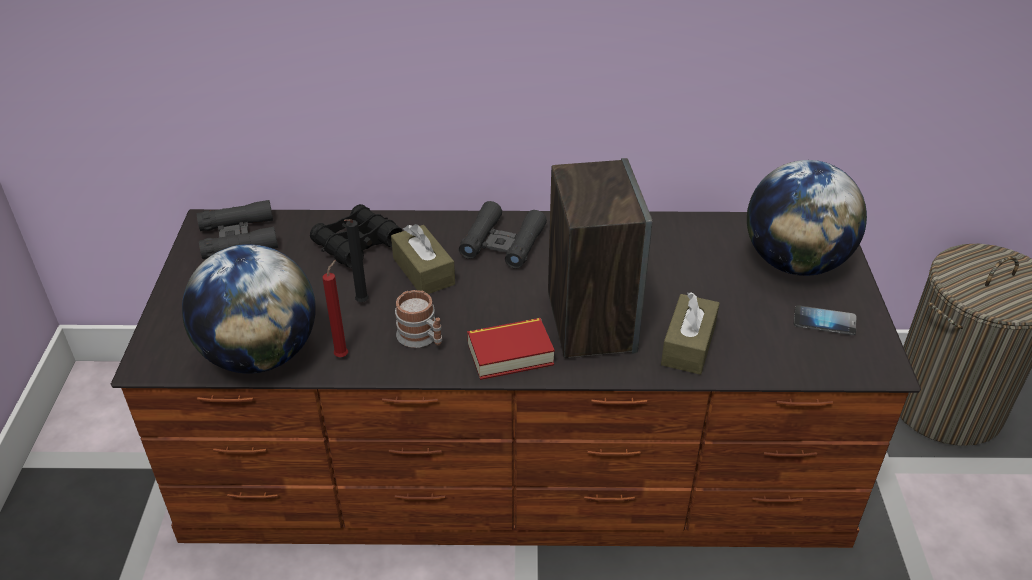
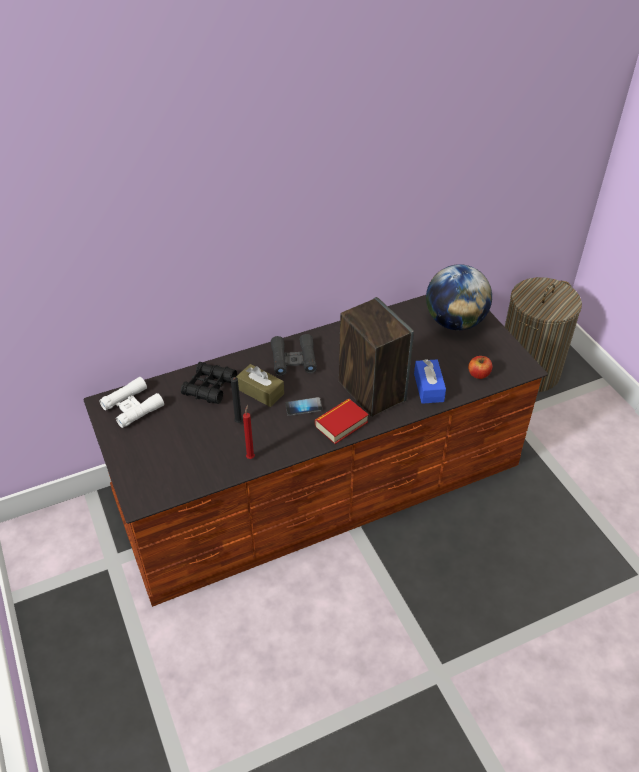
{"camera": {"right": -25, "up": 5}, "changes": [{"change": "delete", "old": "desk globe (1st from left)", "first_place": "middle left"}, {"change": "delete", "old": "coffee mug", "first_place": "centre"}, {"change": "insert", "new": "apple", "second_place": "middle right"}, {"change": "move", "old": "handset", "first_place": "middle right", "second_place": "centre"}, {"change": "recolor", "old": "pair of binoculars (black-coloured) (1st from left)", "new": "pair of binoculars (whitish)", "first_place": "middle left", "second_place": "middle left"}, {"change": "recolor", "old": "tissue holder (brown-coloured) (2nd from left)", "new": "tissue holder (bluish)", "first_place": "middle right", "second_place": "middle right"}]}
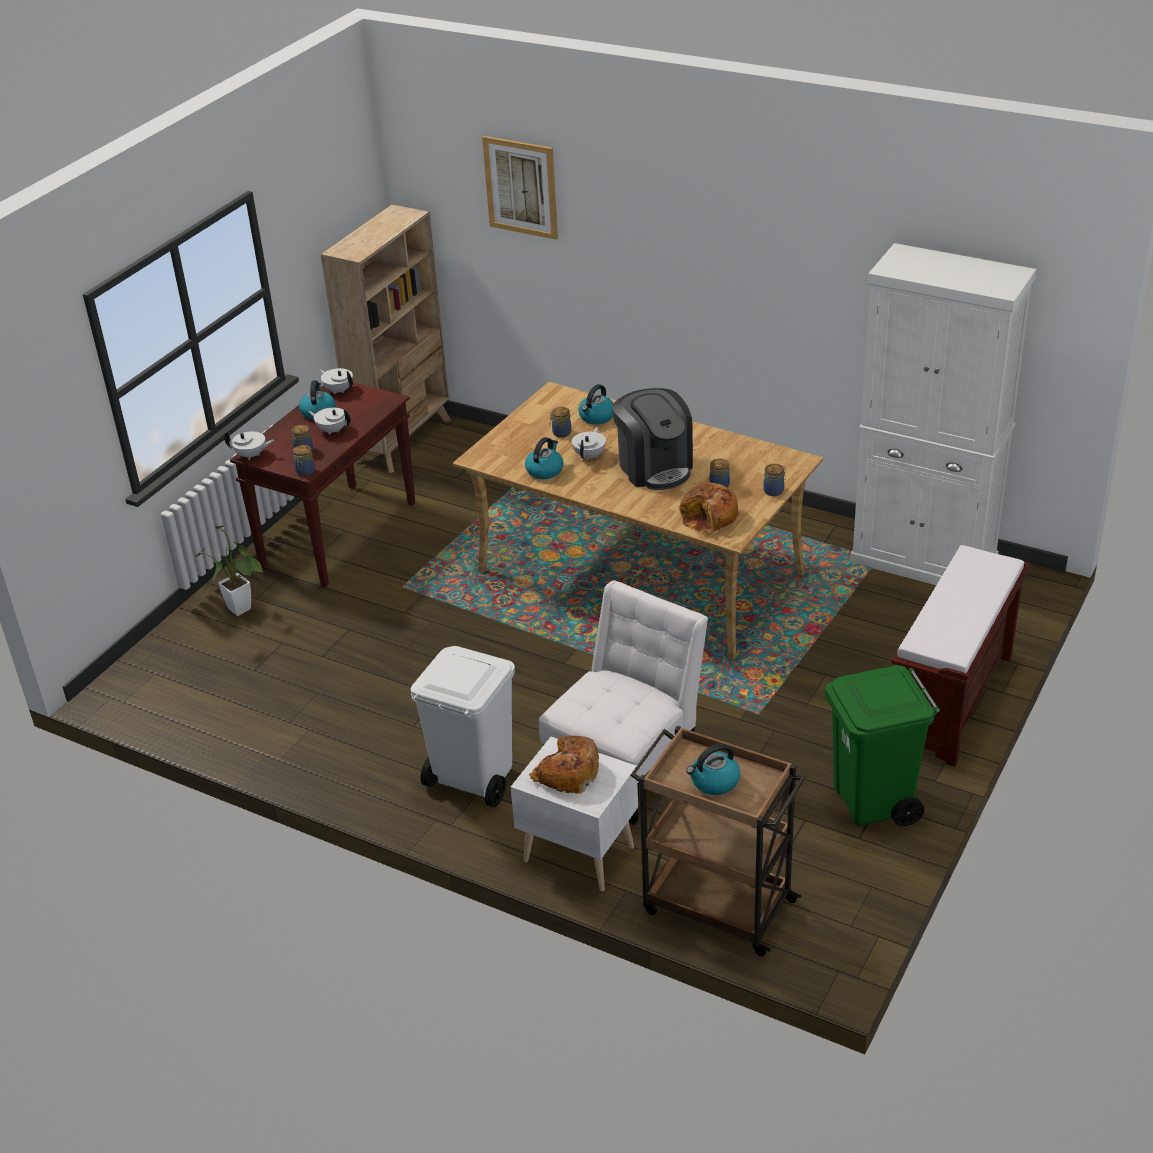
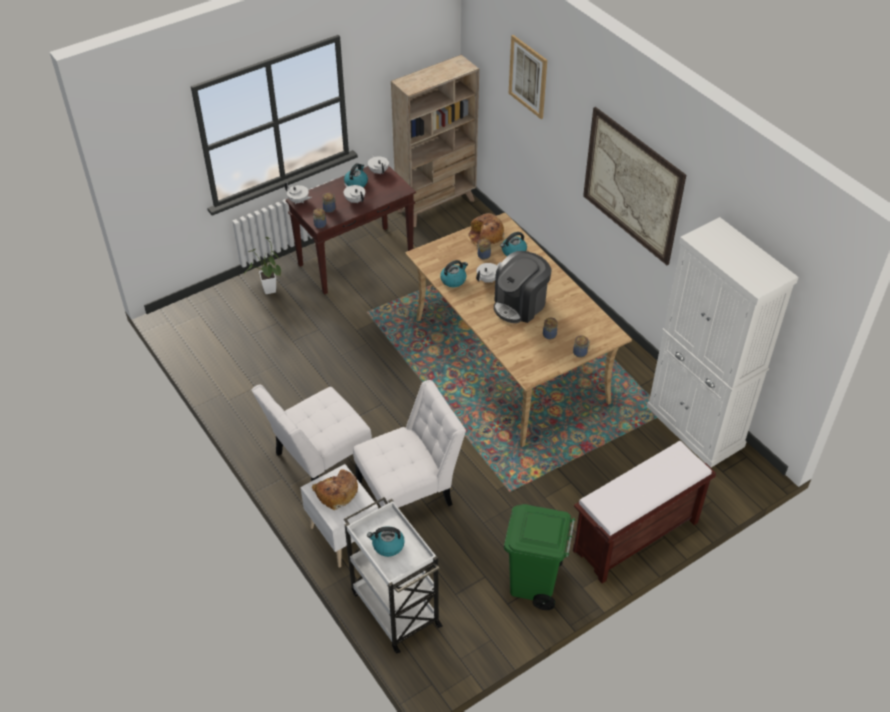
{"camera": {"right": 25, "up": 10}, "changes": [{"change": "insert", "new": "wall picture (2nd from left)", "second_place": "top right"}, {"change": "move", "old": "bread (2nd from left)", "first_place": "centre", "second_place": "top centre"}, {"change": "replace", "old": "rubbish bin (whitish)", "new": "plain chair (whitish) (1st from left)", "first_place": "centre", "second_place": "centre"}, {"change": "recolor", "old": "cart (brown-coloured)", "new": "cart (whitish)", "first_place": "bottom centre", "second_place": "bottom centre"}, {"change": "rotate", "old": "coffee machine", "first_place": "centre", "second_place": "centre", "degrees": 45}]}
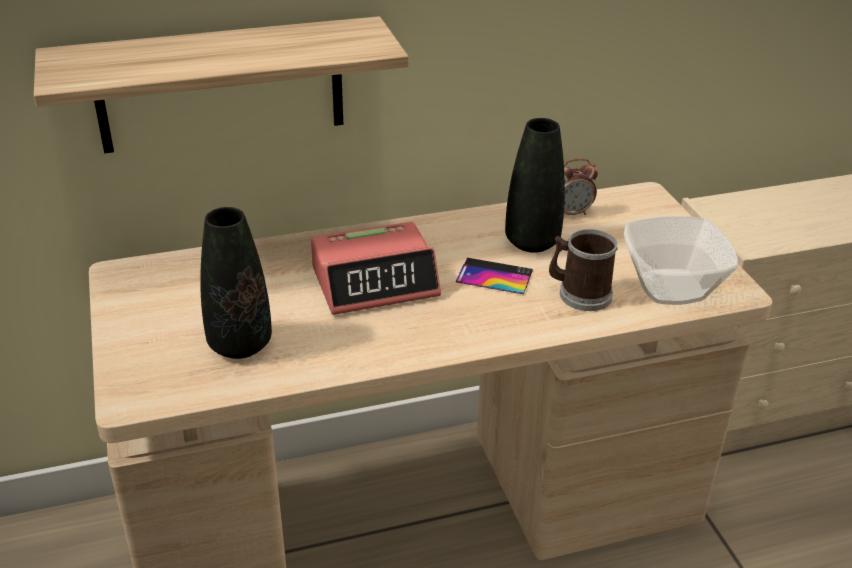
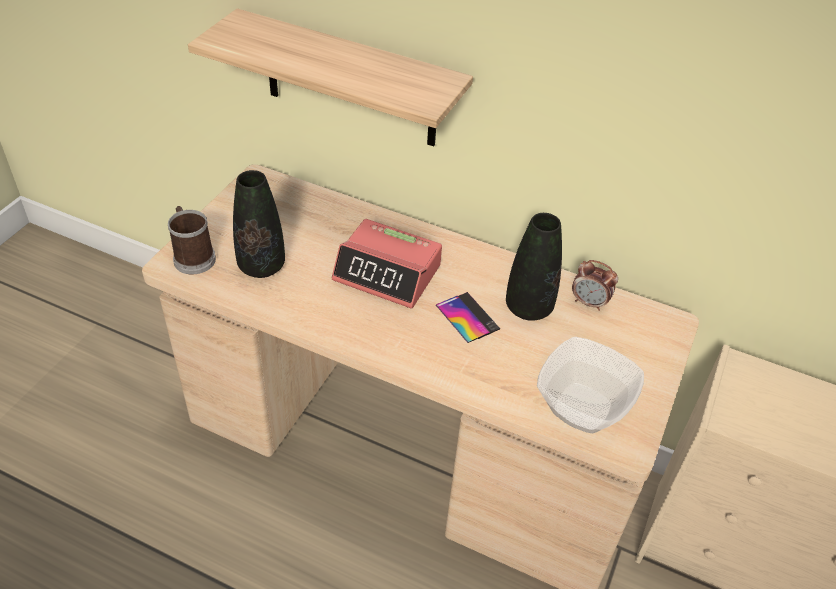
{"camera": {"right": 40, "up": 10}, "changes": [{"change": "move", "old": "coffee mug", "first_place": "middle right", "second_place": "middle left"}]}
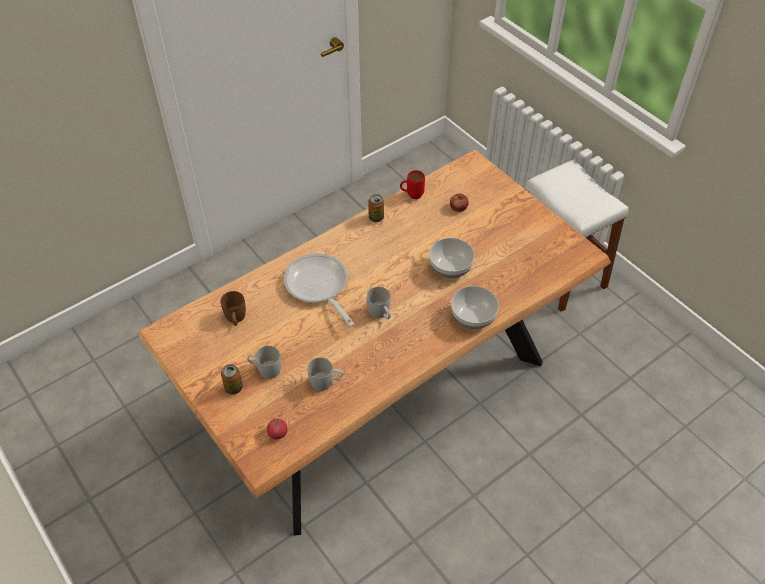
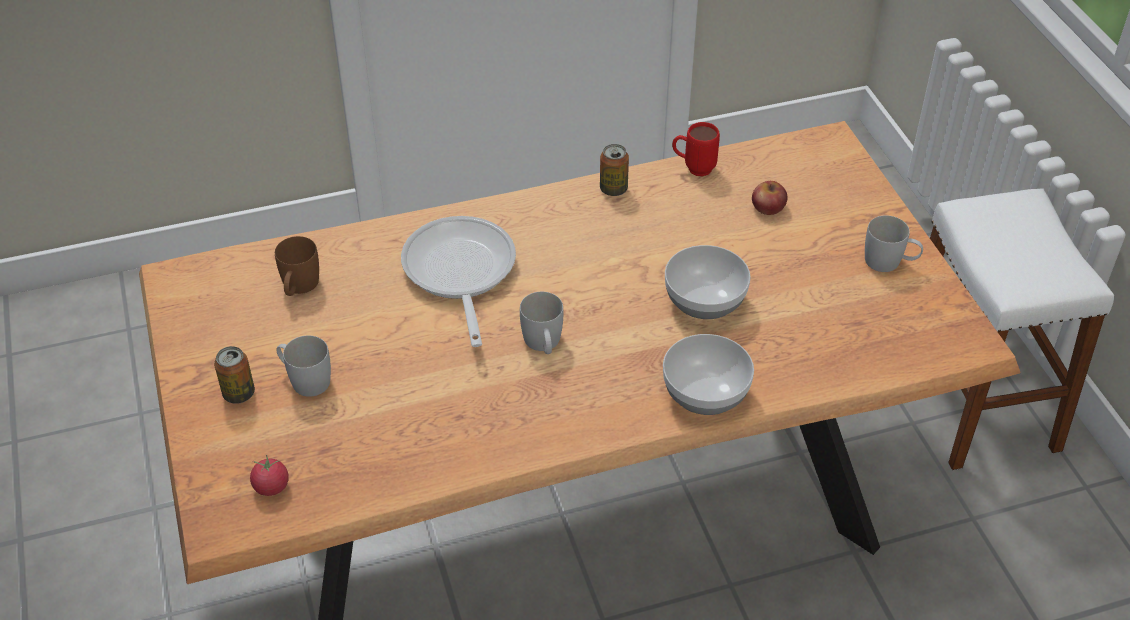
{"camera": {"right": 20, "up": -5}, "changes": [{"change": "move", "old": "coffee mug (whitish) (2nd from left in the first image)", "new": "coffee mug (whitish) (3rd from left)", "first_place": "centre", "second_place": "middle right"}]}
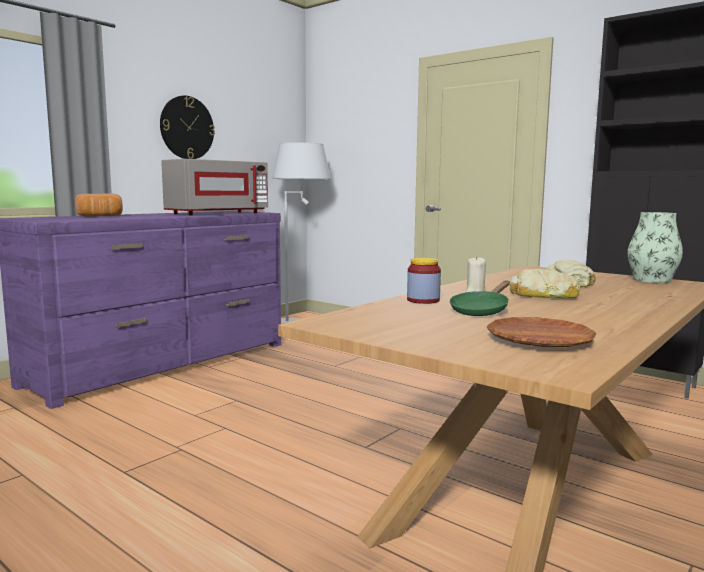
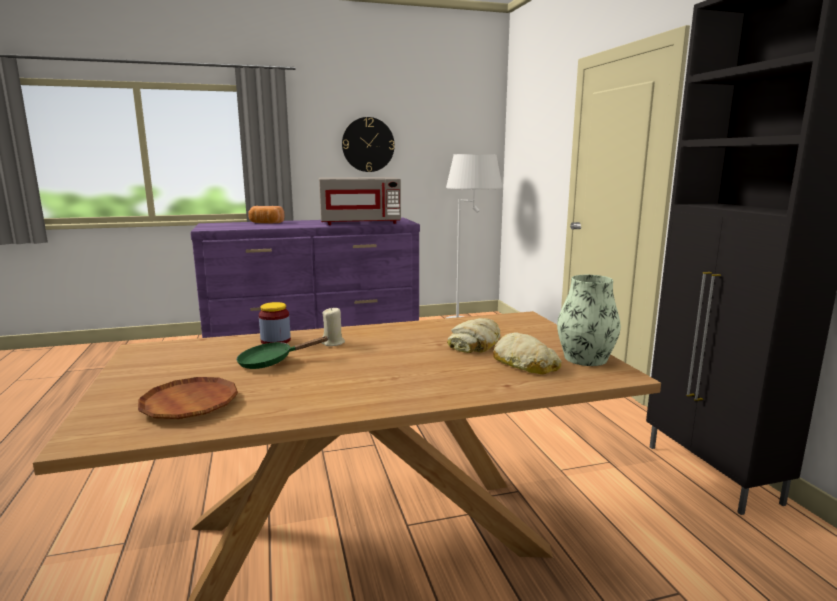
{"camera": {"right": 35, "up": 5}, "changes": [{"change": "move", "old": "bread (2nd from left in the first image)", "new": "bread (3rd from left)", "first_place": "middle right", "second_place": "centre"}]}
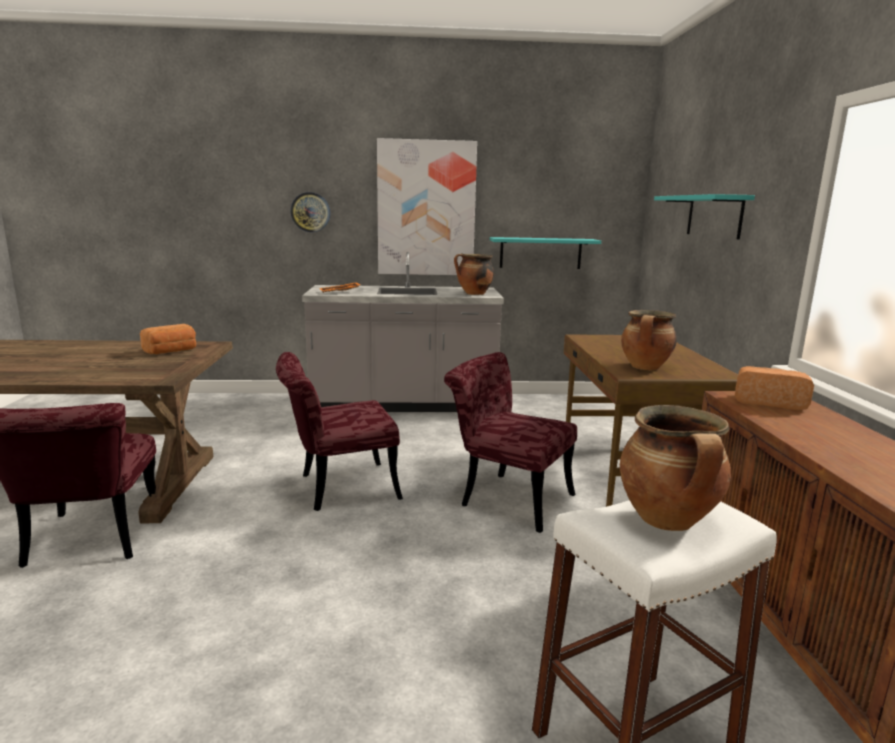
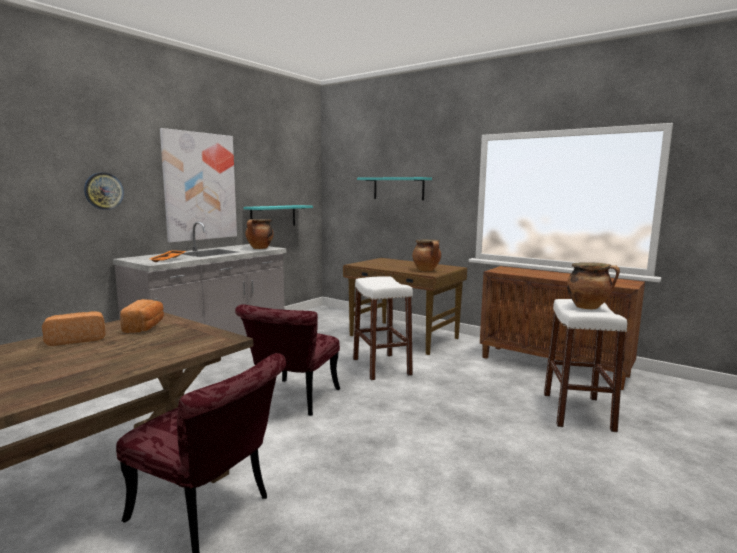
{"camera": {"right": -50, "up": -5}, "changes": [{"change": "move", "old": "bread (2nd from left in the first image)", "new": "bread (1st from left)", "first_place": "middle right", "second_place": "middle left"}, {"change": "replace", "old": "plain chair (reddish) (3rd from left)", "new": "stool seat (whitish) (1st from left)", "first_place": "centre", "second_place": "centre"}]}
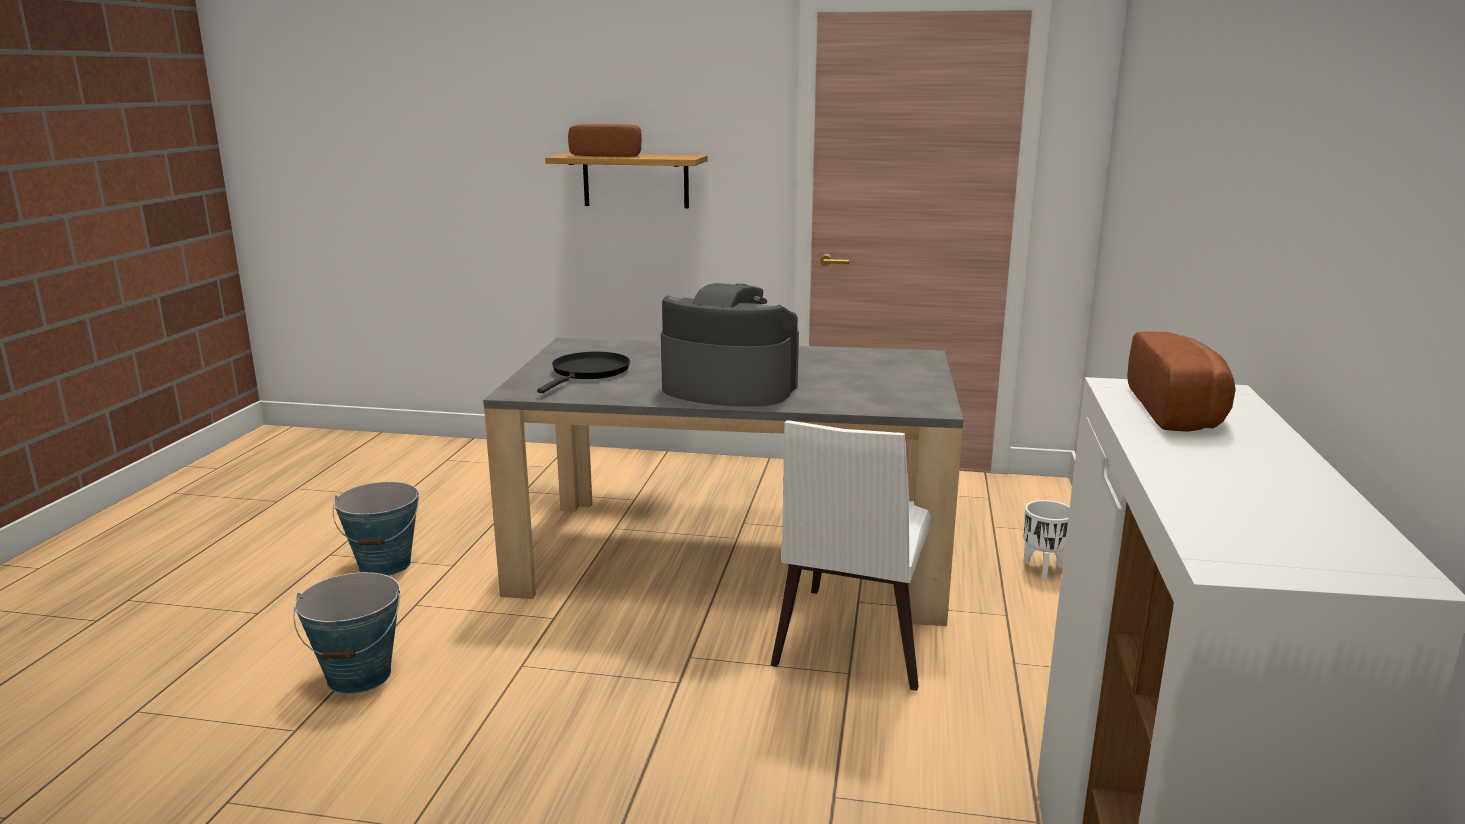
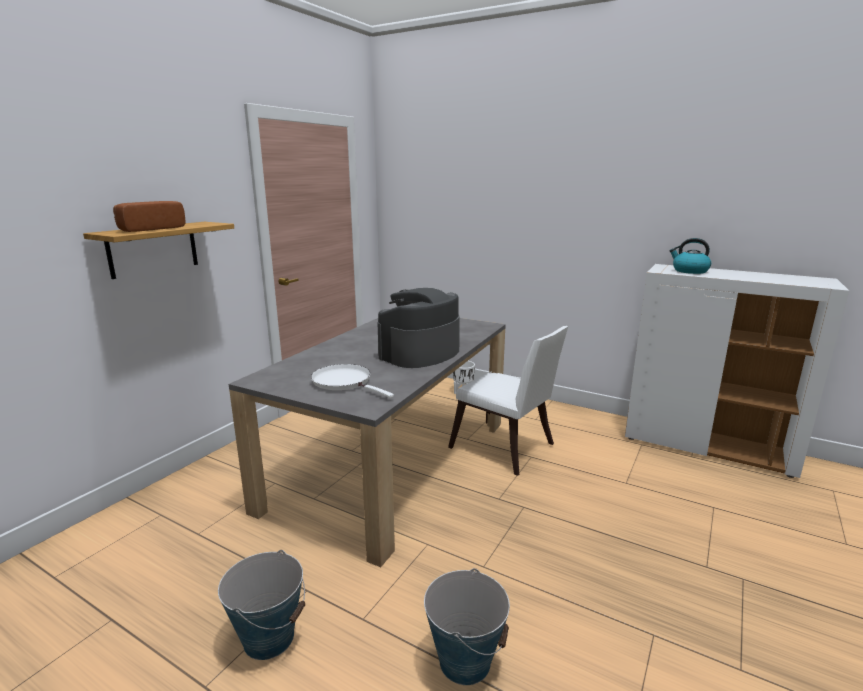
{"camera": {"right": -70, "up": 0}, "changes": [{"change": "replace", "old": "bread (2nd from left)", "new": "tea kettle", "first_place": "middle right", "second_place": "middle right"}, {"change": "recolor", "old": "pan (black-coloured)", "new": "pan (whitish)", "first_place": "centre", "second_place": "centre"}]}
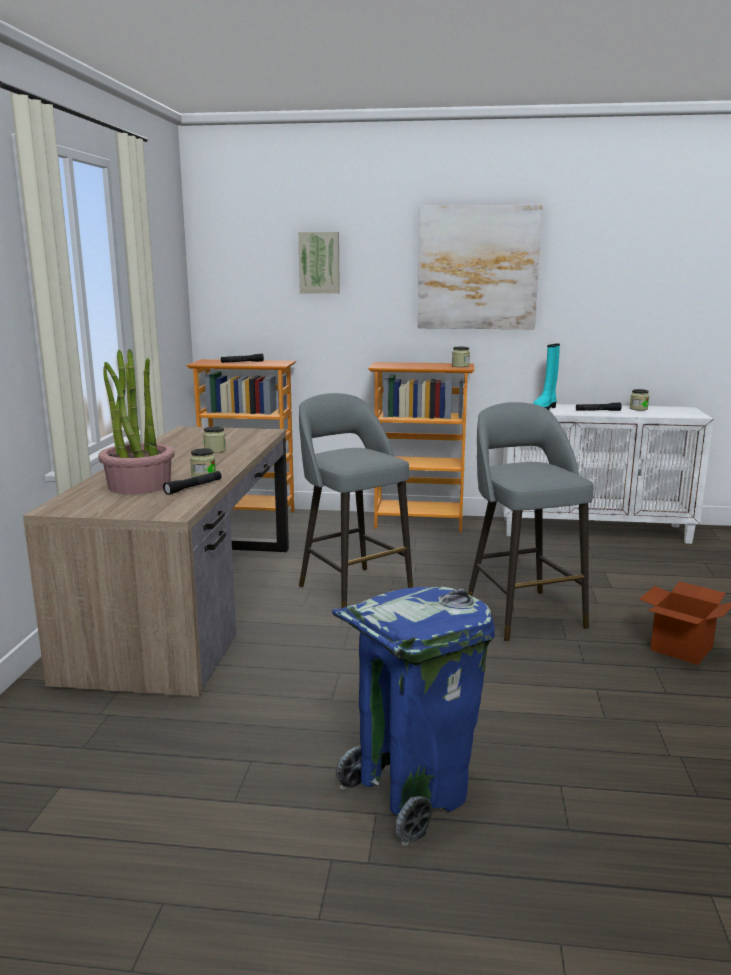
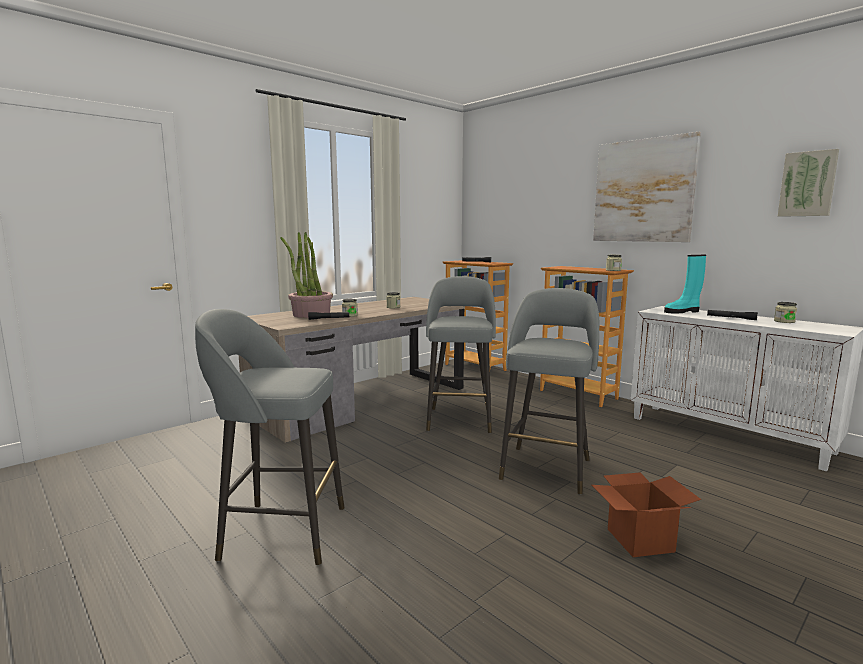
{"camera": {"right": 40, "up": -5}, "changes": [{"change": "move", "old": "wall picture (1st from left in the first image)", "new": "wall picture (2nd from left)", "first_place": "top centre", "second_place": "top right"}, {"change": "replace", "old": "rubbish bin (bluish)", "new": "stool seat (greyish) (1st from left)", "first_place": "bottom centre", "second_place": "middle left"}]}
